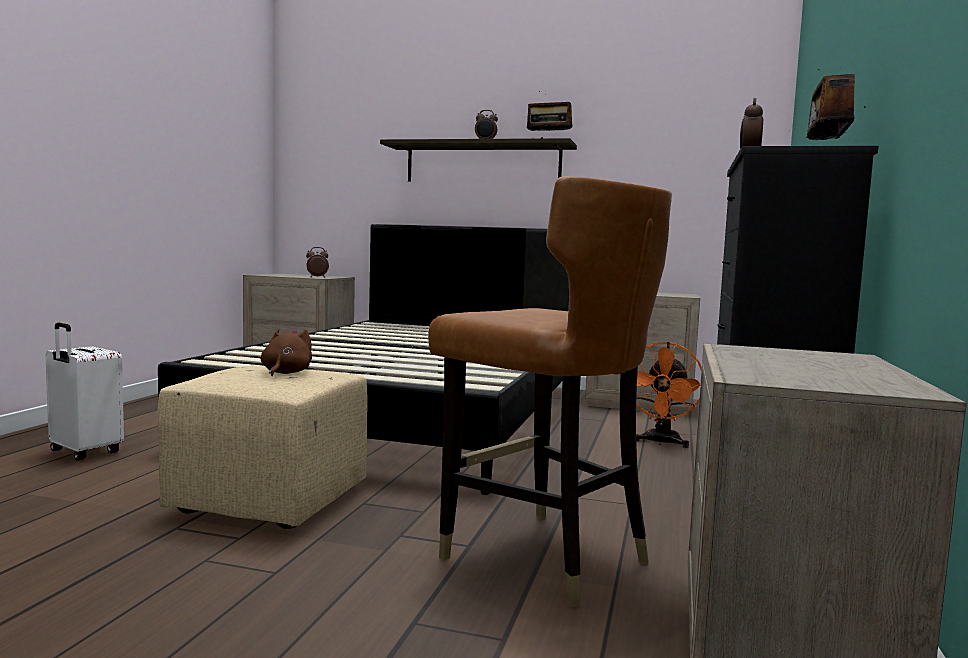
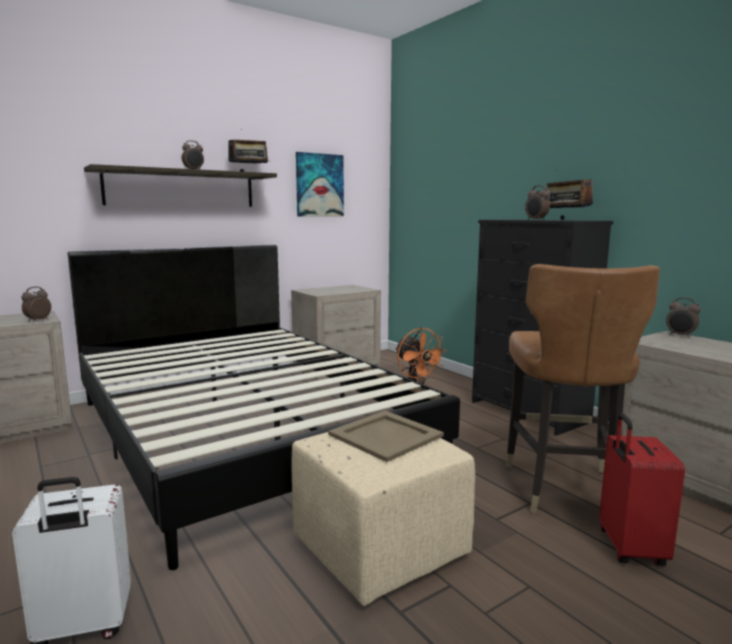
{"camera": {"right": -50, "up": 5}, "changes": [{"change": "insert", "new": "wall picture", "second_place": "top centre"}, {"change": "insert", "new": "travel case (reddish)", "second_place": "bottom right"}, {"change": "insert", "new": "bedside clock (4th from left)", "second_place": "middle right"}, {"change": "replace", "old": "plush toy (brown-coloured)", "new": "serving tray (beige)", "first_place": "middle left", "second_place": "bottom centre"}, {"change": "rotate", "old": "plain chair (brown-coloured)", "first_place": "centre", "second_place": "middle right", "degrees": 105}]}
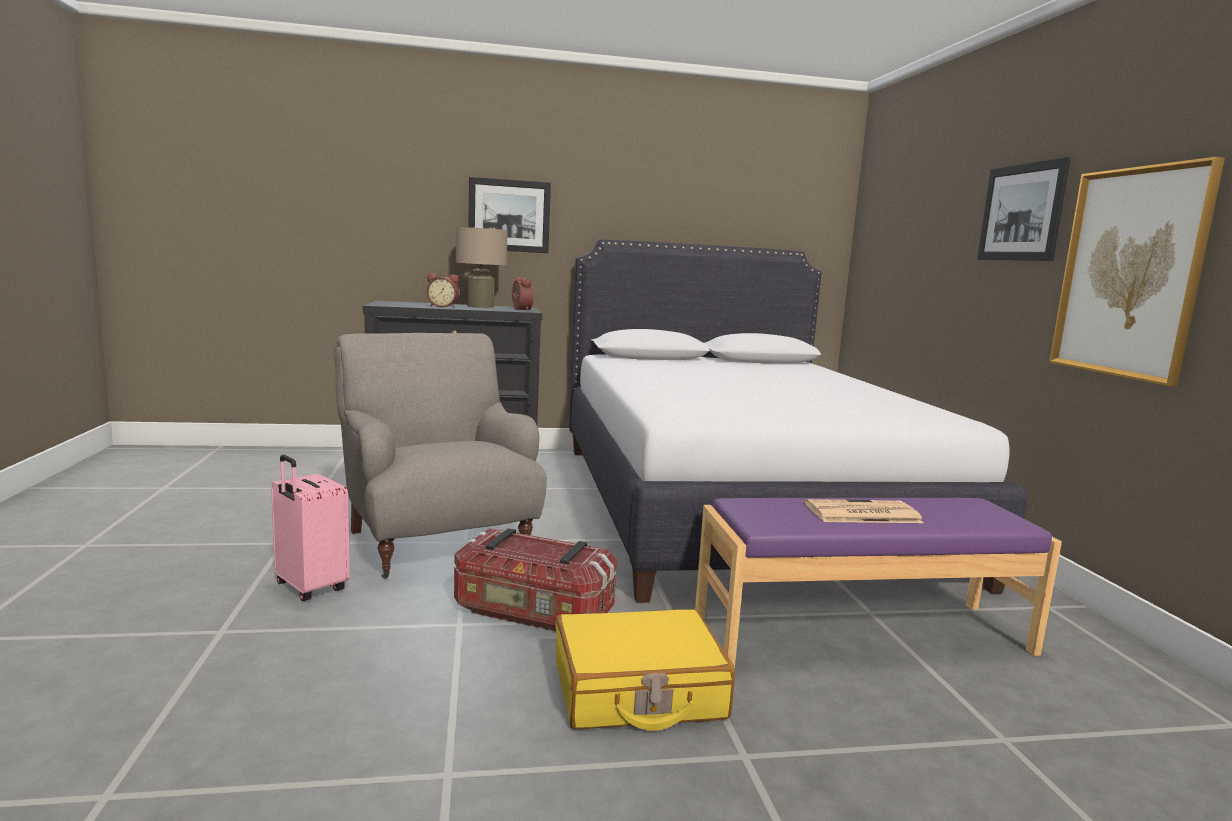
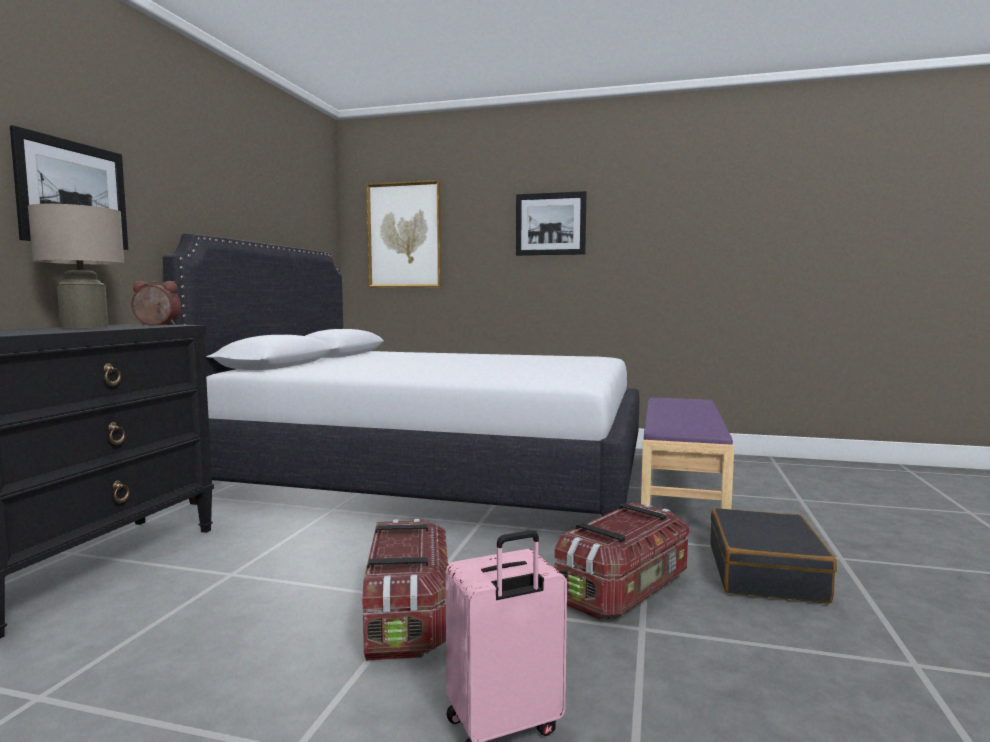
{"camera": {"right": -65, "up": -5}, "changes": [{"change": "delete", "old": "bedside clock (1st from left)", "first_place": "centre"}, {"change": "delete", "old": "newspaper", "first_place": "middle right"}, {"change": "move", "old": "wall picture (3rd from left in the first image)", "new": "wall picture (2nd from left)", "first_place": "top right", "second_place": "top centre"}, {"change": "replace", "old": "lounge chair (greyish)", "new": "storage bin (1st from left)", "first_place": "centre", "second_place": "bottom centre"}, {"change": "recolor", "old": "travel case (yellowish)", "new": "travel case (black-coloured)", "first_place": "bottom centre", "second_place": "bottom right"}]}
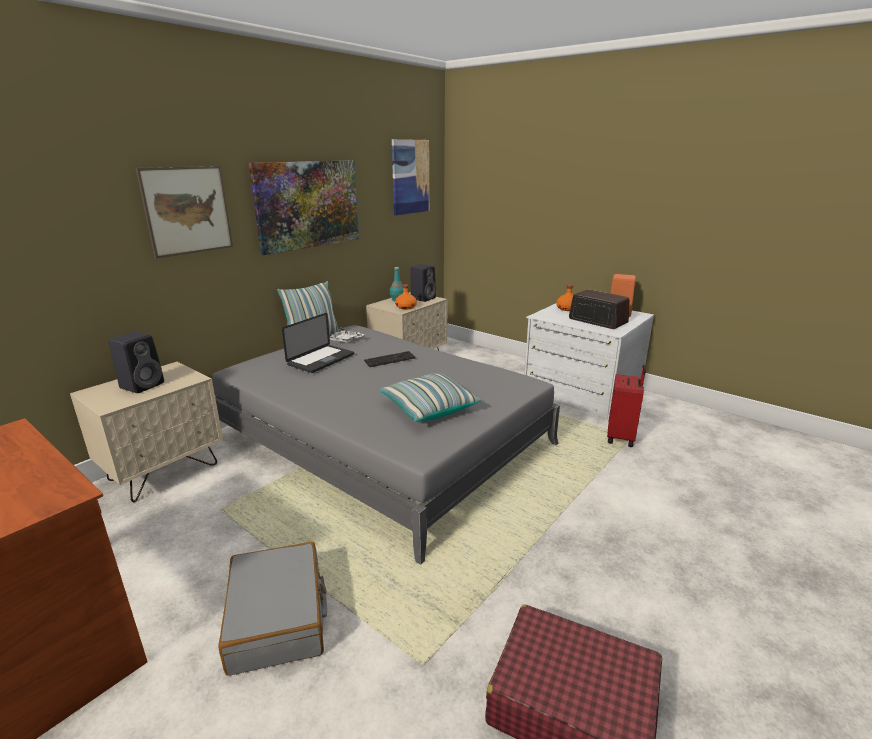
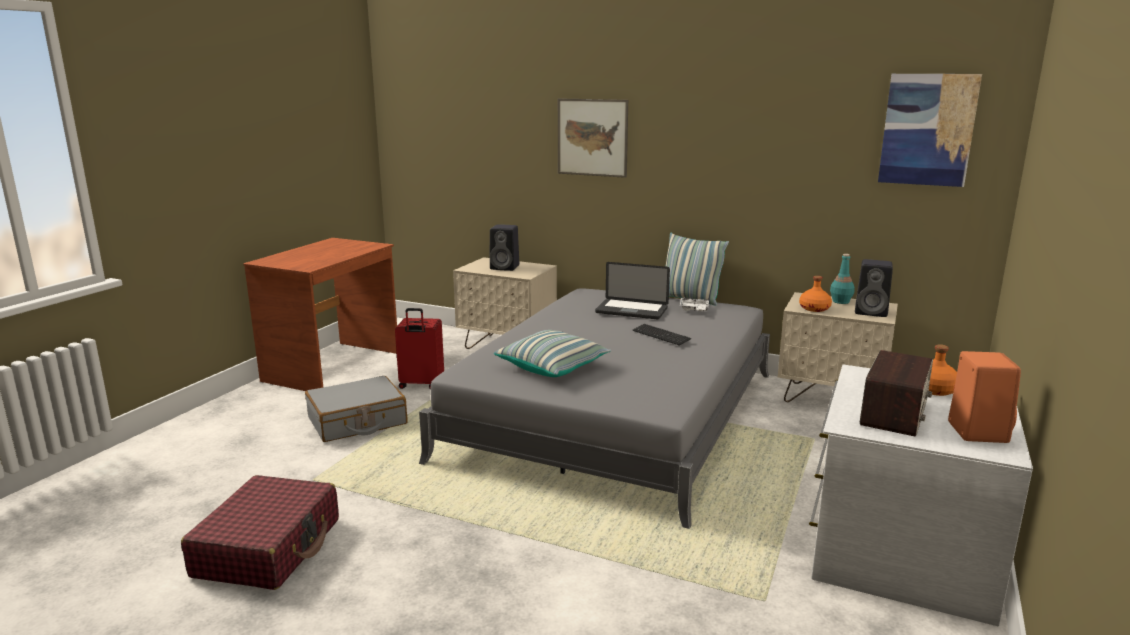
{"camera": {"right": 75, "up": -5}, "changes": [{"change": "delete", "old": "wall picture (2nd from left)", "first_place": "top centre"}, {"change": "move", "old": "travel case (reddish) (2nd from left)", "first_place": "middle right", "second_place": "centre"}]}
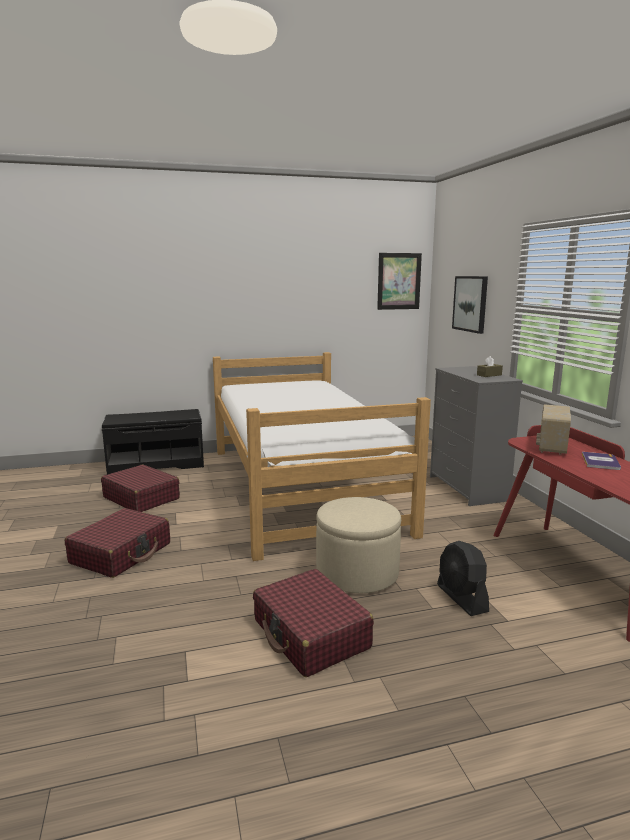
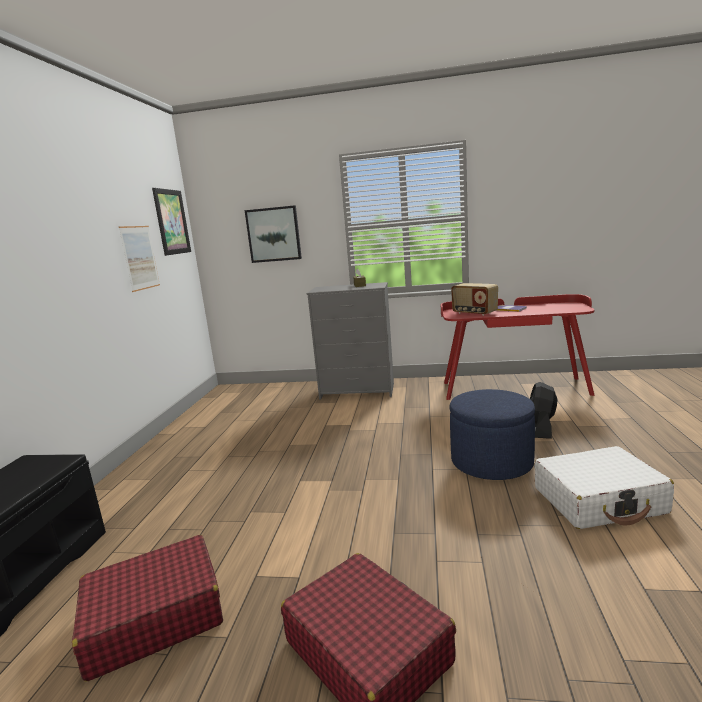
{"camera": {"right": -65, "up": 0}, "changes": [{"change": "delete", "old": "sleeping bed", "first_place": "centre"}, {"change": "insert", "new": "wall picture (1st from left)", "second_place": "middle left"}, {"change": "recolor", "old": "travel case (reddish) (3rd from left)", "new": "travel case (whitish)", "first_place": "bottom centre", "second_place": "bottom right"}, {"change": "recolor", "old": "ottoman (beige)", "new": "ottoman (bluish)", "first_place": "centre", "second_place": "middle right"}, {"change": "rotate", "old": "fan (black-coloured)", "first_place": "bottom right", "second_place": "middle right", "degrees": 105}]}
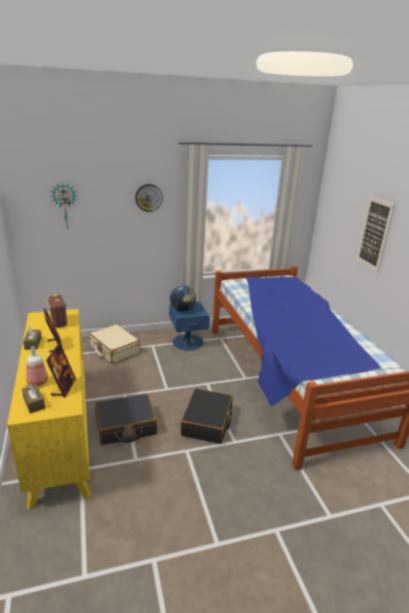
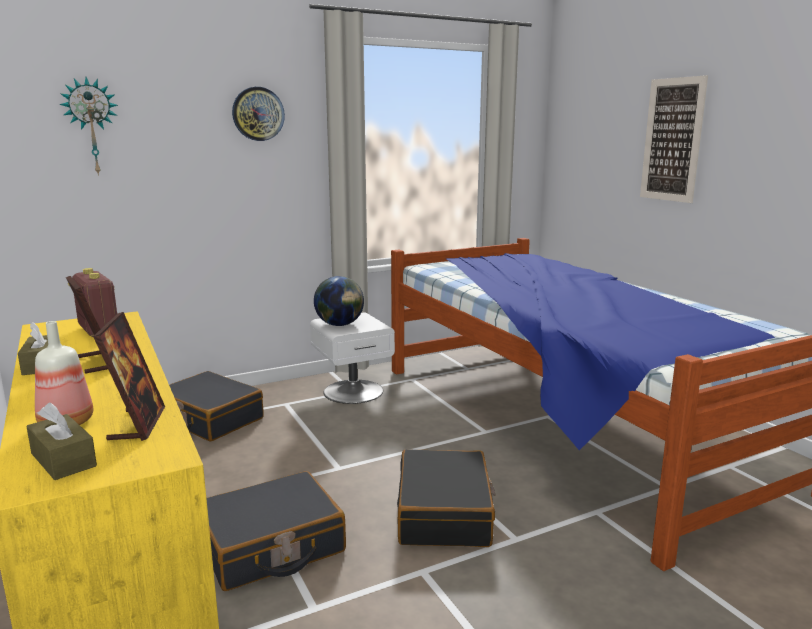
{"camera": {"right": -10, "up": -10}, "changes": [{"change": "recolor", "old": "travel case (beige)", "new": "travel case (black-coloured) (1st from left)", "first_place": "middle left", "second_place": "middle left"}, {"change": "recolor", "old": "nightstand (bluish)", "new": "nightstand (whitish)", "first_place": "centre", "second_place": "centre"}]}
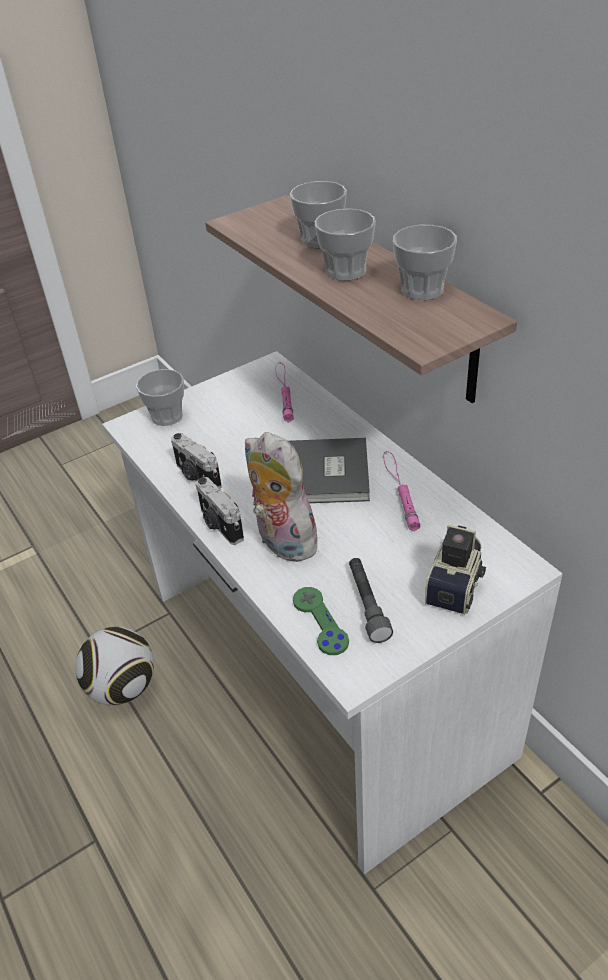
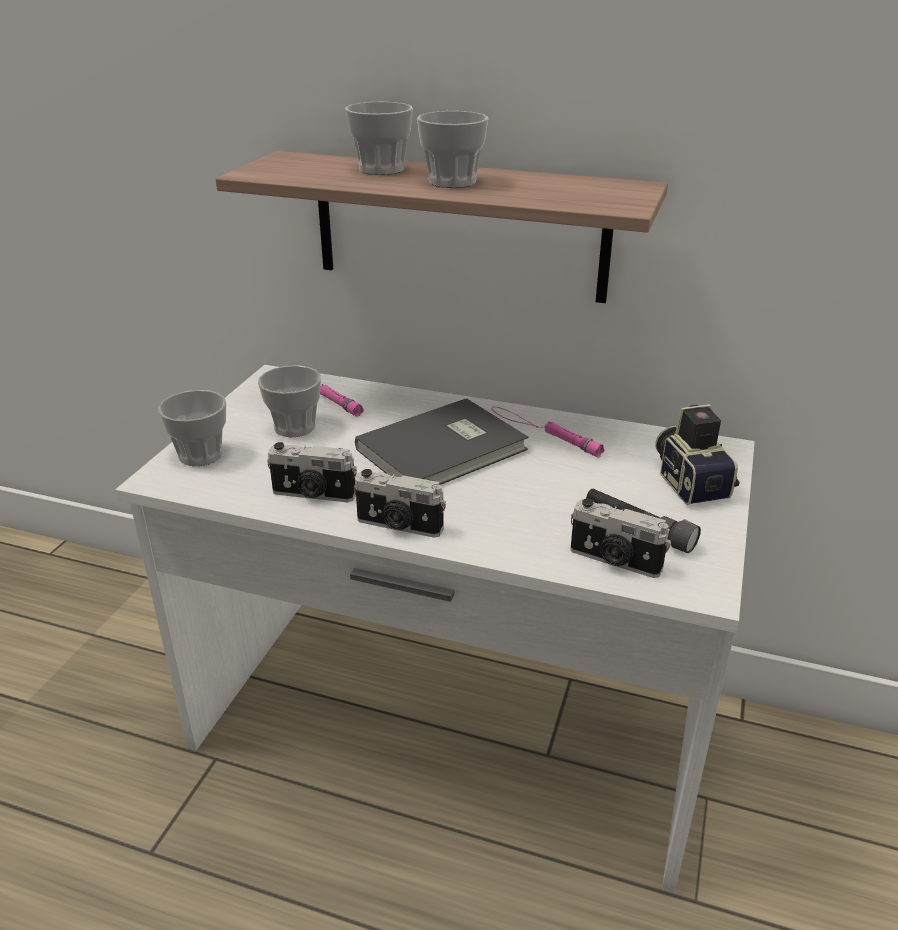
{"camera": {"right": -40, "up": -10}, "changes": [{"change": "delete", "old": "football ball", "first_place": "bottom left"}, {"change": "delete", "old": "plush toy", "first_place": "centre"}, {"change": "move", "old": "small cup (4th from left in the first image)", "new": "small cup (2nd from left)", "first_place": "top right", "second_place": "middle left"}, {"change": "replace", "old": "game controller (greenish)", "new": "photo camera (3rd from left)", "first_place": "centre", "second_place": "middle right"}]}
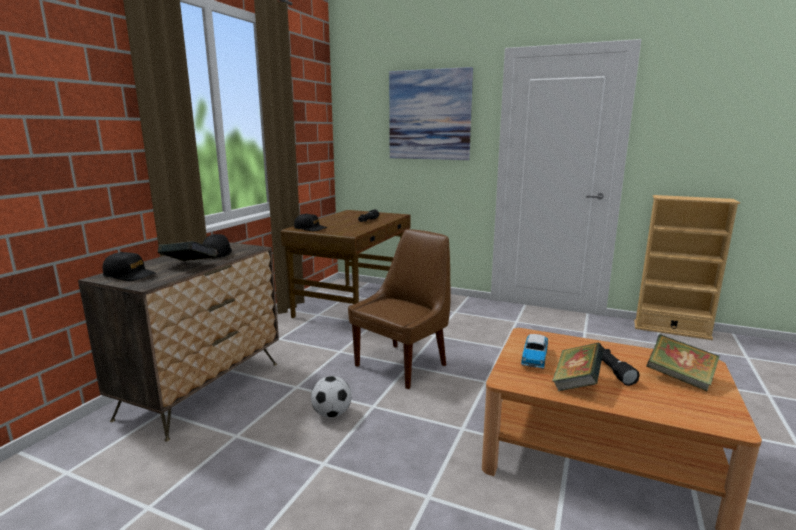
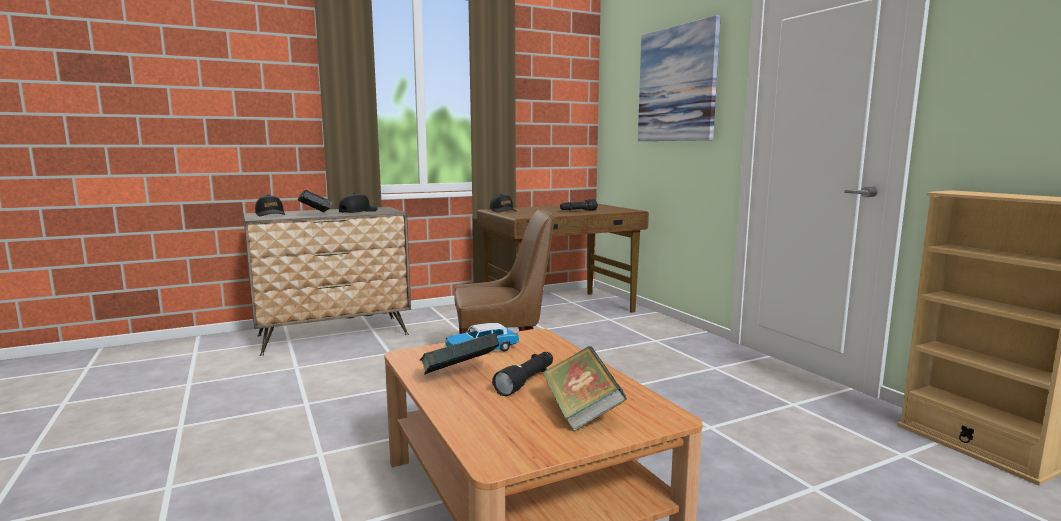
{"camera": {"right": 40, "up": -5}, "changes": [{"change": "delete", "old": "football ball", "first_place": "bottom centre"}]}
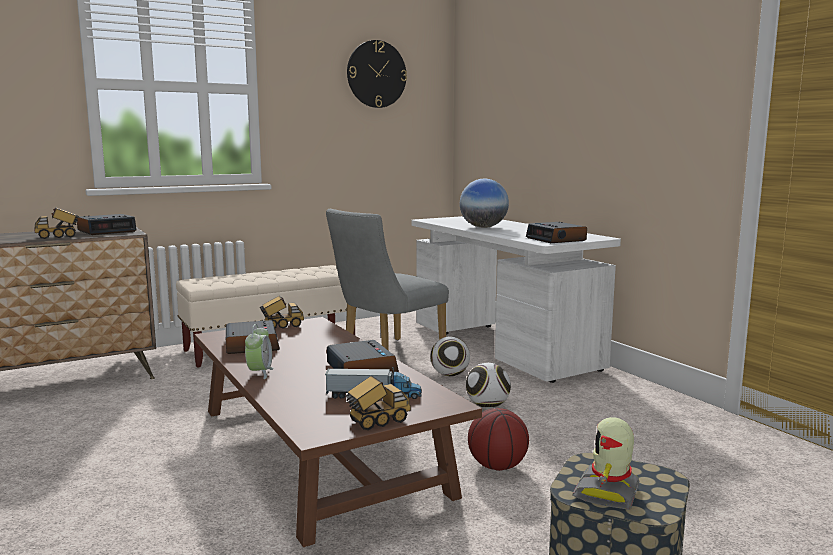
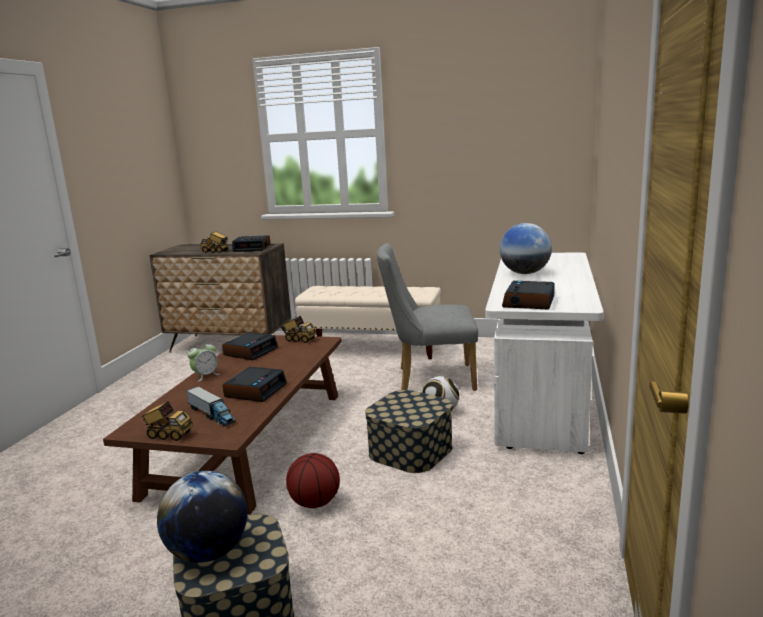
{"camera": {"right": 45, "up": 5}, "changes": [{"change": "delete", "old": "wall clock", "first_place": "top centre"}, {"change": "replace", "old": "football ball (2nd from left)", "new": "storage bin (2nd from left)", "first_place": "bottom centre", "second_place": "bottom centre"}, {"change": "replace", "old": "toy robot", "new": "desk globe (1st from left)", "first_place": "bottom right", "second_place": "bottom left"}]}
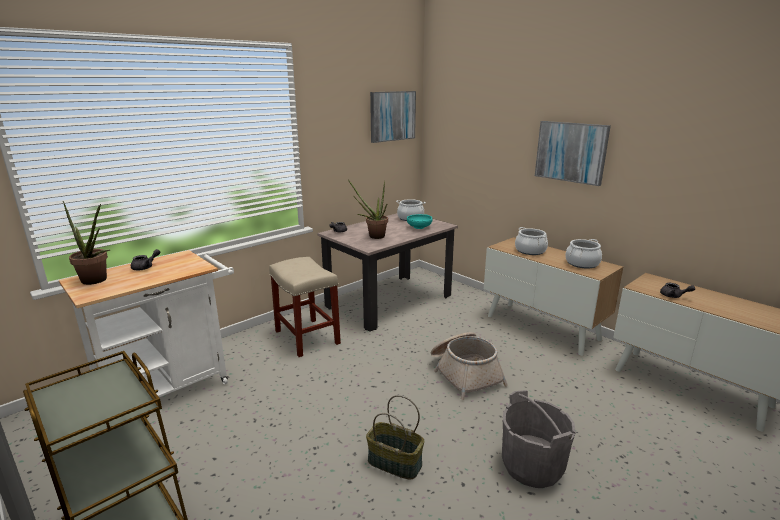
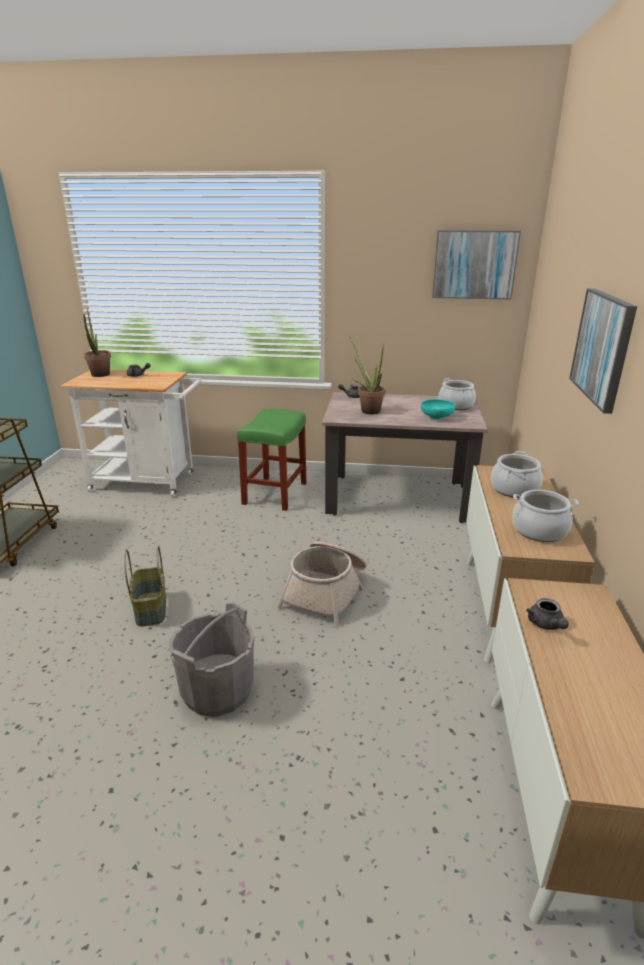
{"camera": {"right": 50, "up": 5}, "changes": [{"change": "recolor", "old": "stool seat (beige)", "new": "stool seat (greenish)", "first_place": "centre", "second_place": "centre"}]}
